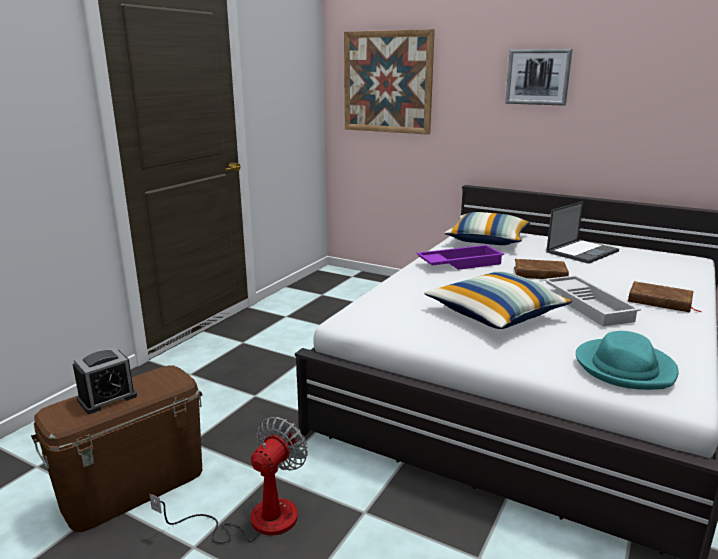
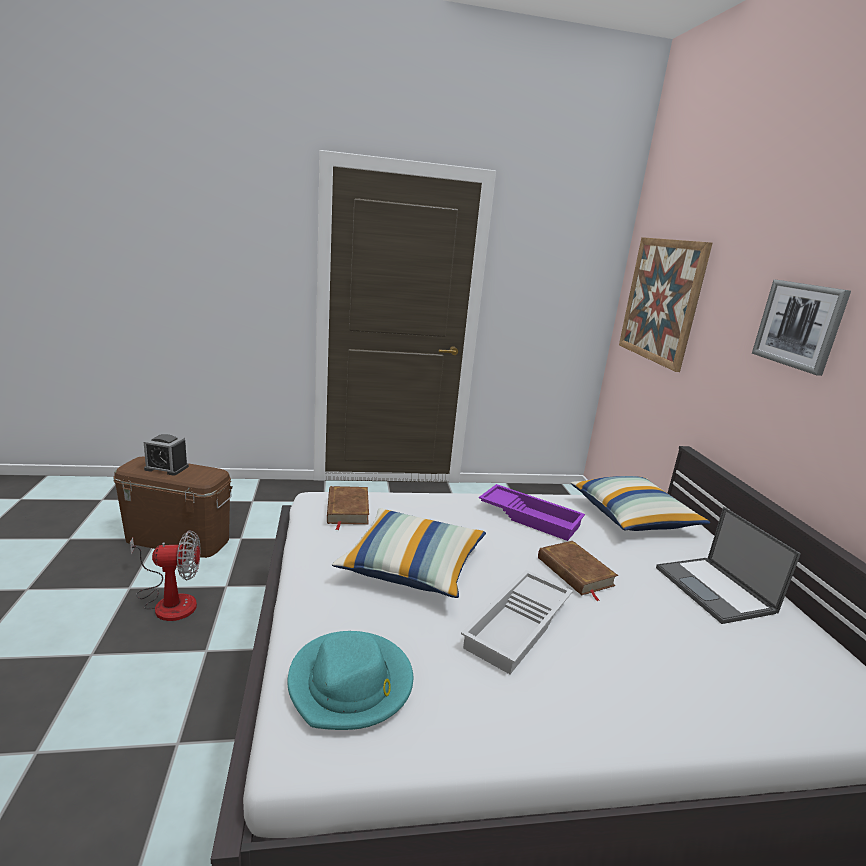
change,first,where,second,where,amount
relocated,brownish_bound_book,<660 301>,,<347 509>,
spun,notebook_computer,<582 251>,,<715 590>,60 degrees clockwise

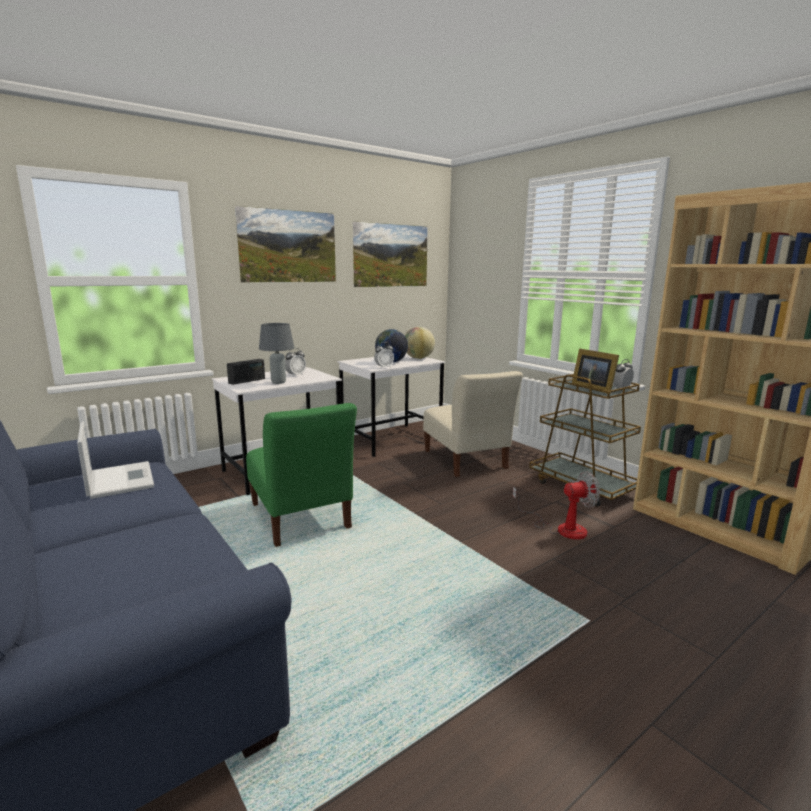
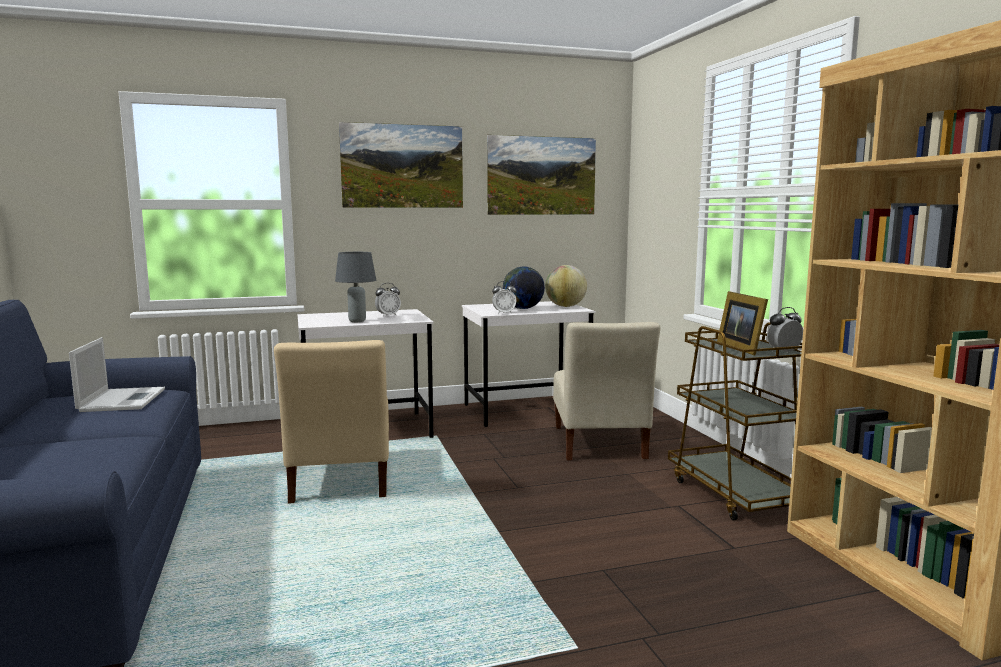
change,first,where,second,where,amount
missing,radio,<247 381>,,,
missing,fan,<561 528>,,,
colour,green-coloured_plain_chair,<300 518>,beige-coloured_plain_chair,<340 480>,

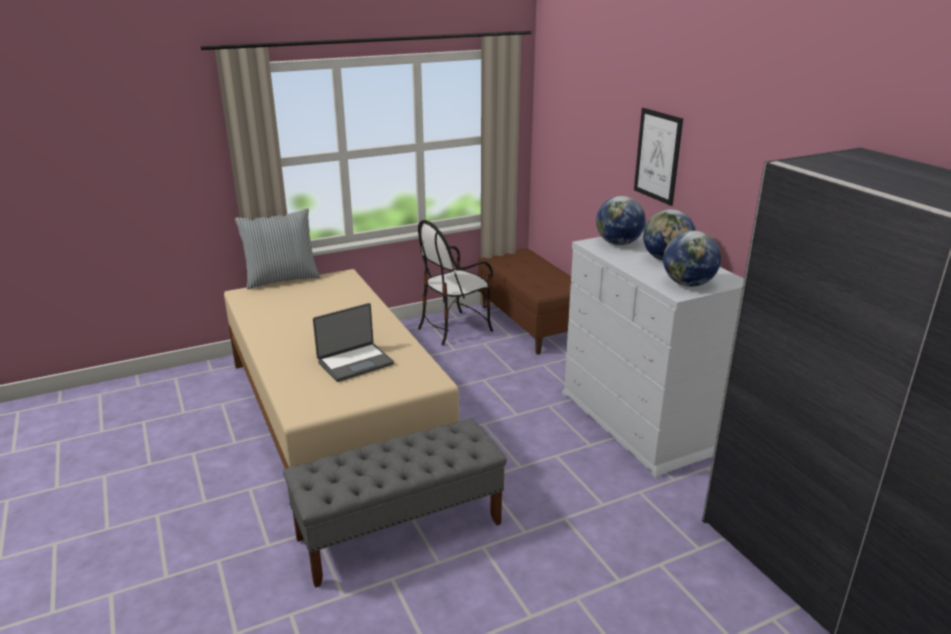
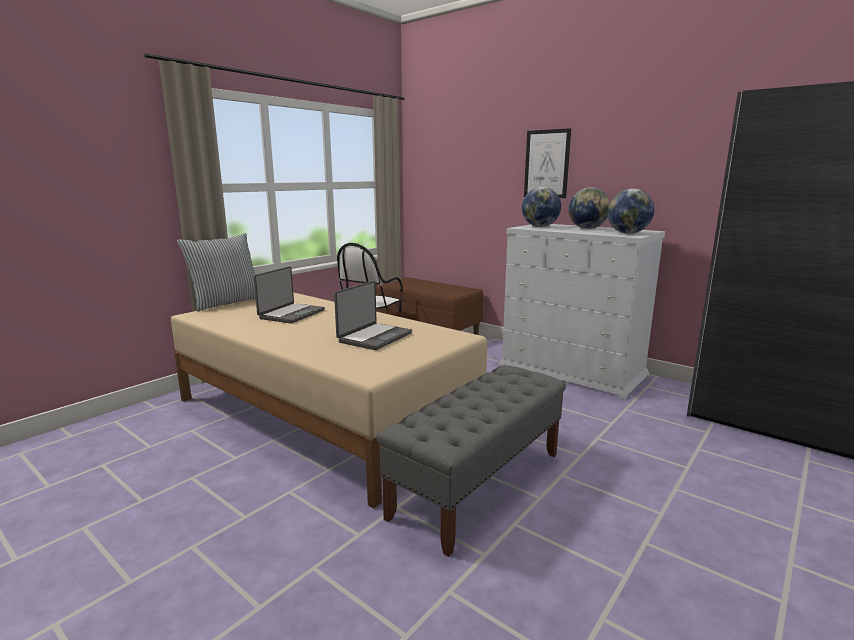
change,first,where,second,where,amount
appeared,,,notebook_computer,<291 314>,

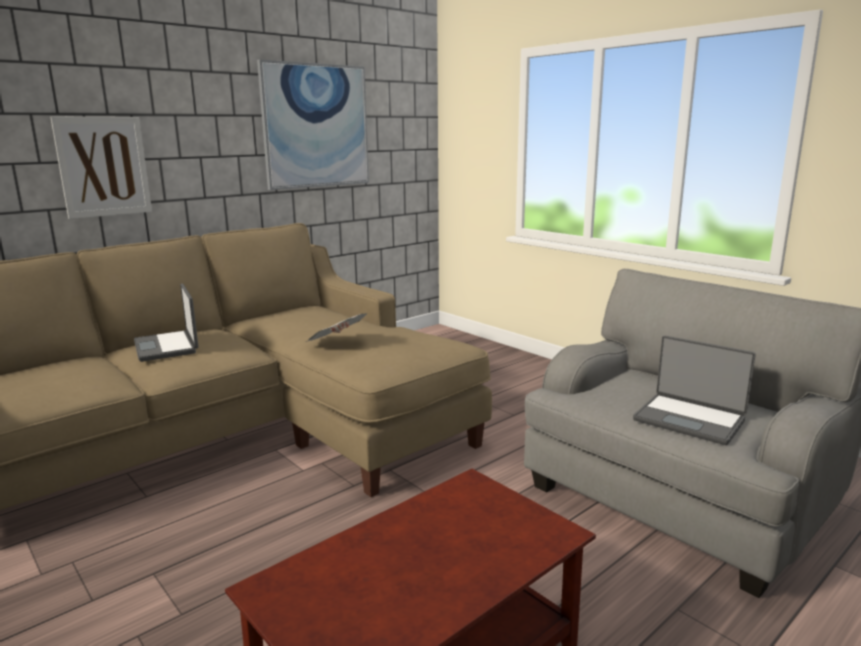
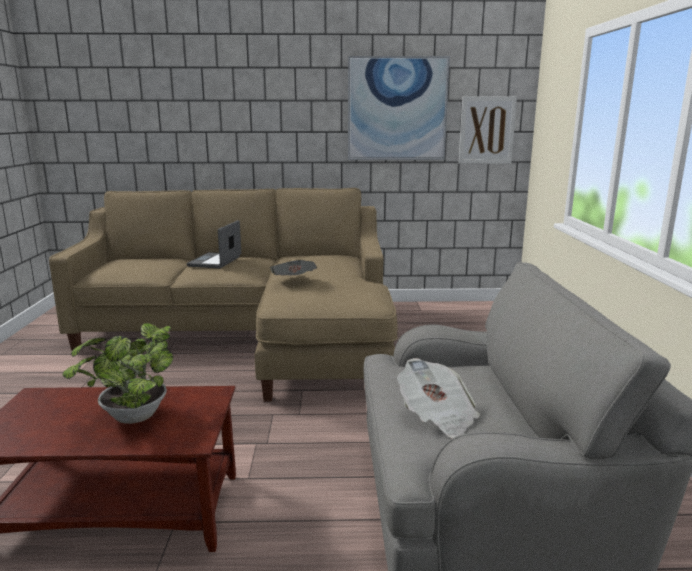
change,first,where,second,where,amount
appeared,,,potted_plant,<131 418>,
relocated,wall_picture,<103 167>,,<486 130>,
exchanged,notebook_computer,<689 419>,daily_paper,<437 417>,

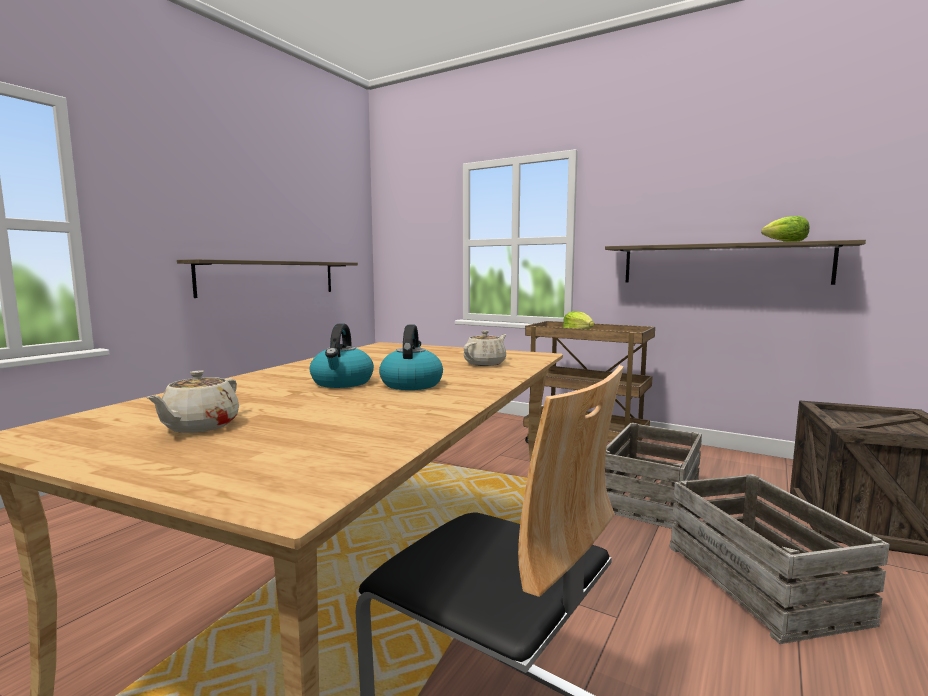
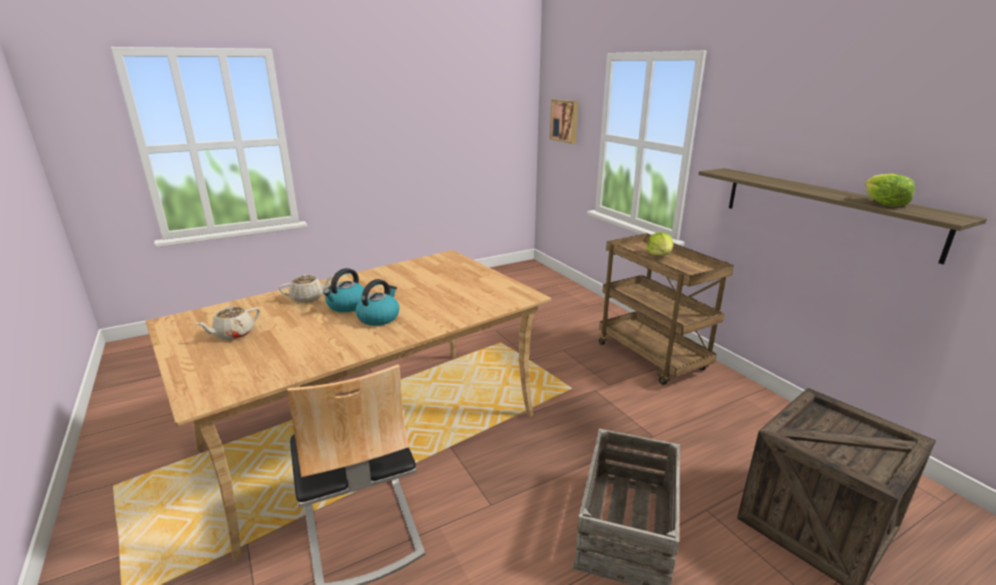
change,first,where,second,where,amount
missing,wall_shelf,<270 278>,,,
missing,crate,<649 496>,,,
appeared,,,wall_picture,<565 121>,
relocated,beige-coloured_tea_pot,<485 363>,,<308 298>,

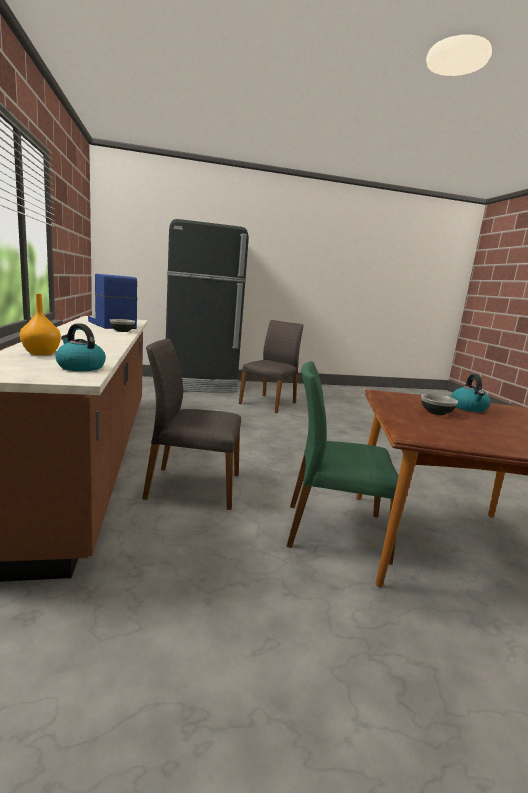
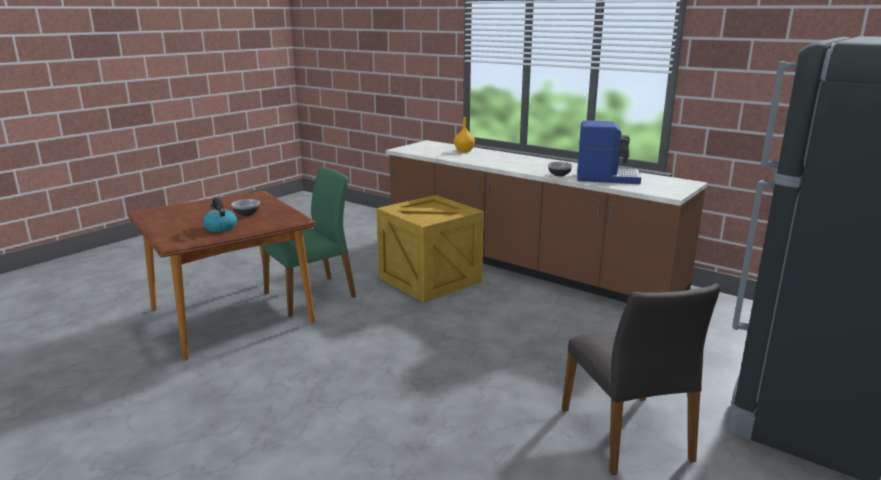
change,first,where,second,where,amount
missing,water_kettle,<80 367>,,,
exchanged,grey_plain_chair,<192 486>,crate,<431 280>,

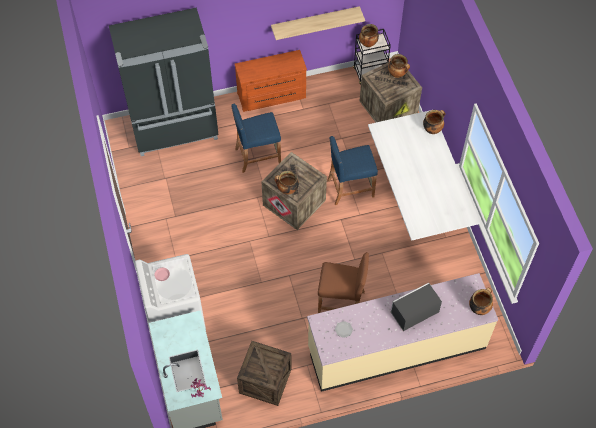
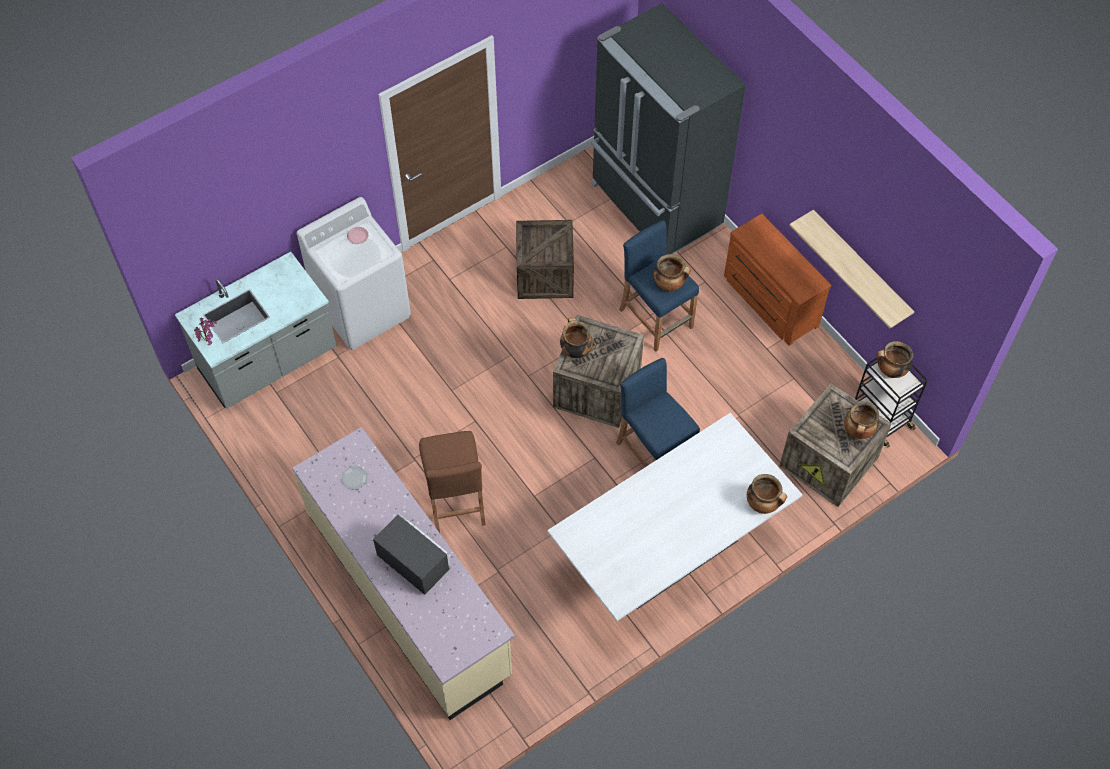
change,first,where,second,where,amount
relocated,crate,<265 381>,,<545 275>,
relocated,cooking_pot,<479 308>,,<669 284>,

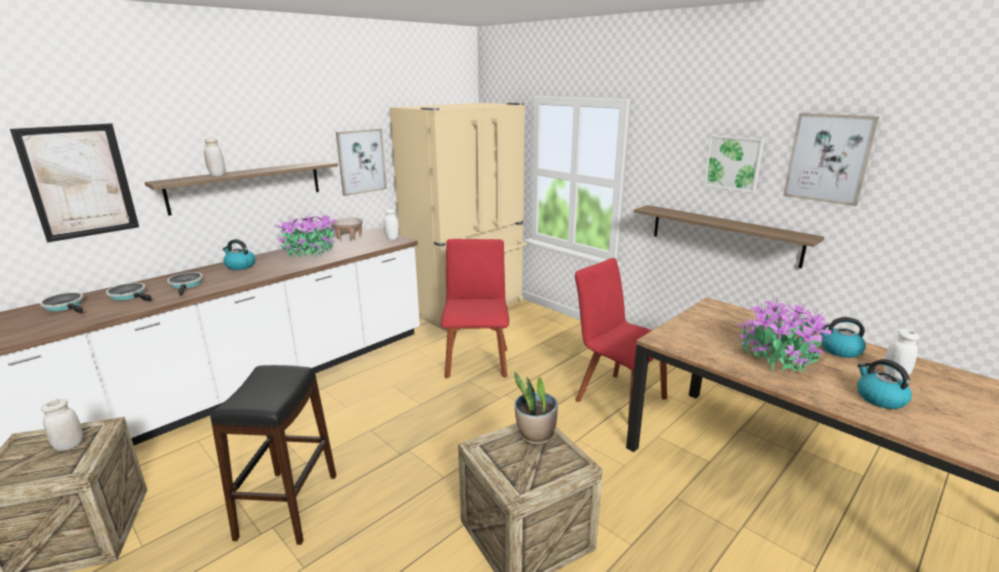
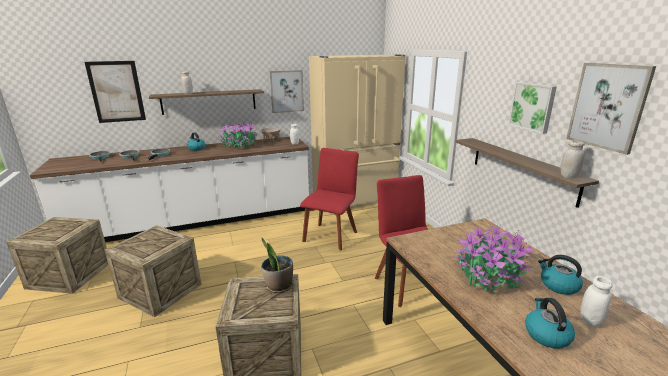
change,first,where,second,where,amount
relocated,white_storage_jar,<69 445>,,<569 176>,
exchanged,black-coloured_stool,<288 505>,crate,<160 291>,

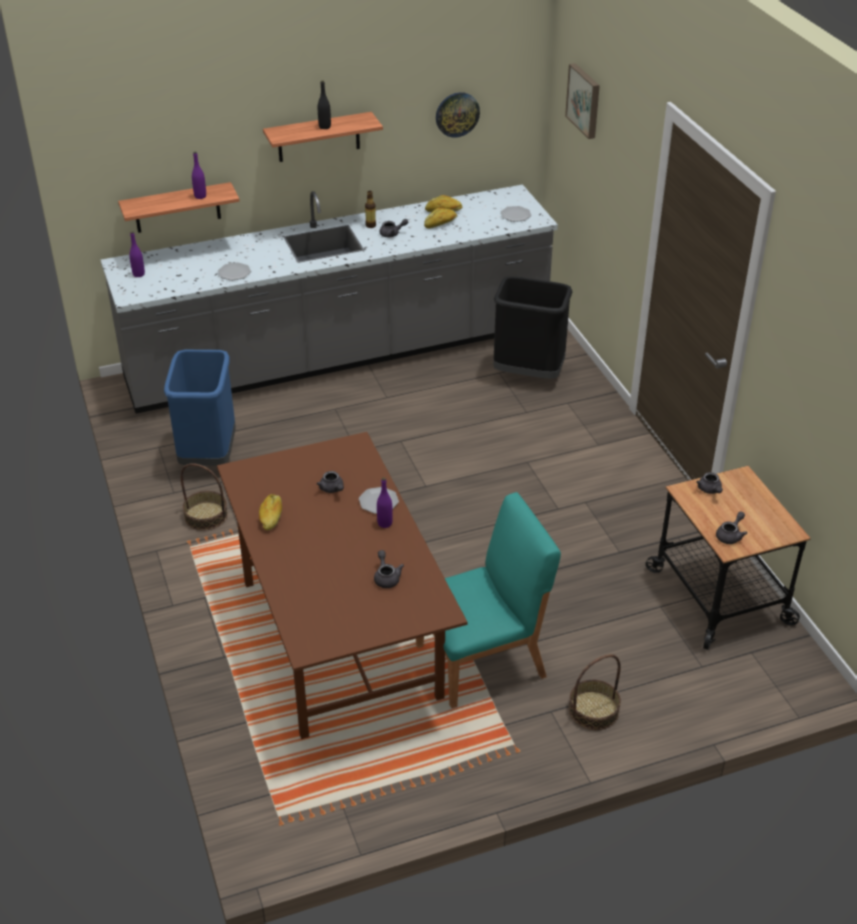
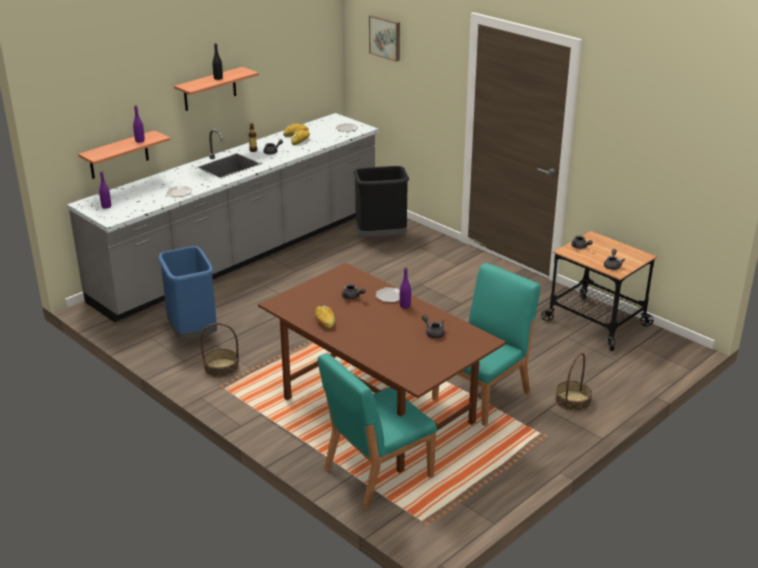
change,first,where,second,where,amount
missing,hanging_clock,<457 114>,,,
appeared,,,turquoise_plain_chair,<376 473>,

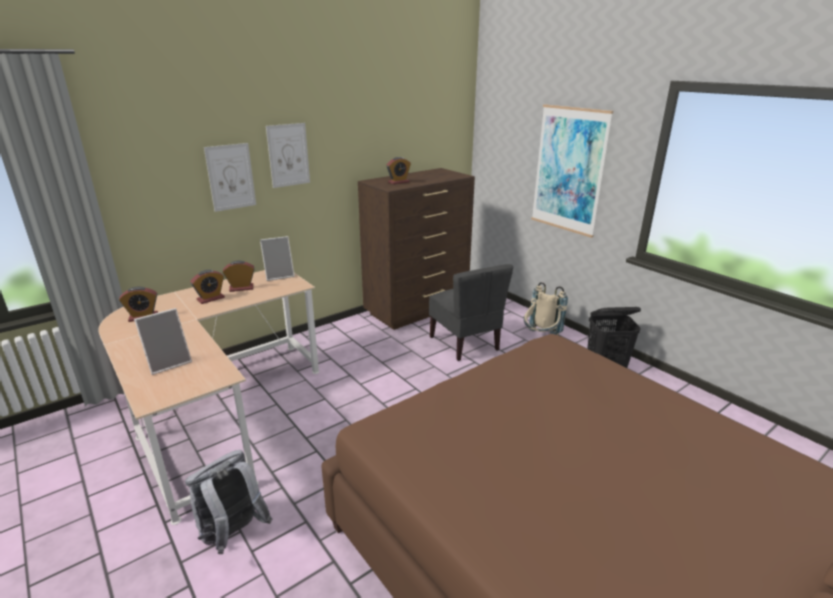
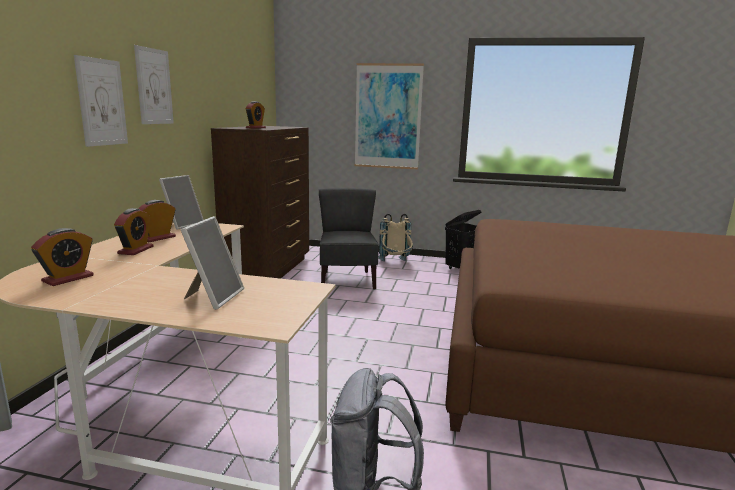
change,first,where,second,where,amount
spun,grey_plain_chair,<465 343>,,<347 280>,120 degrees counterclockwise

